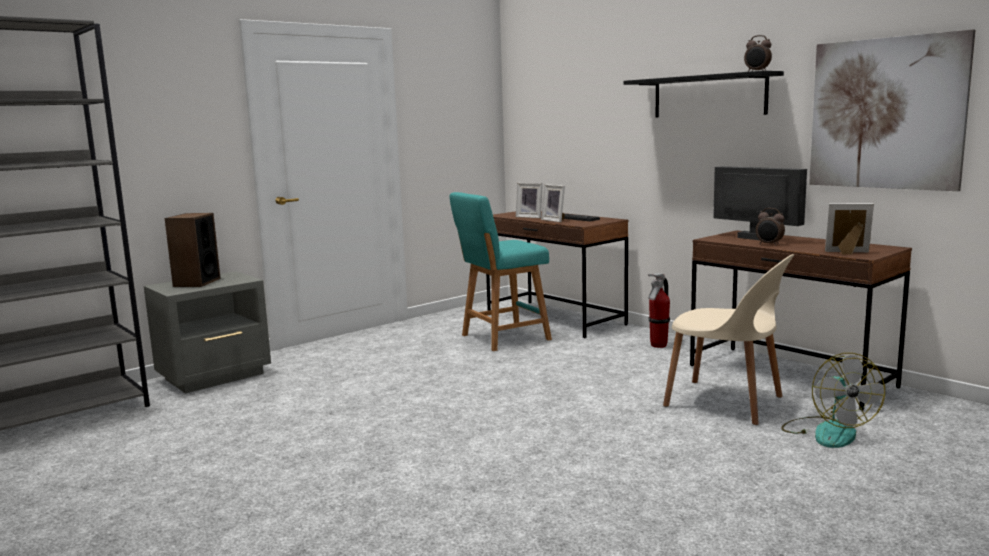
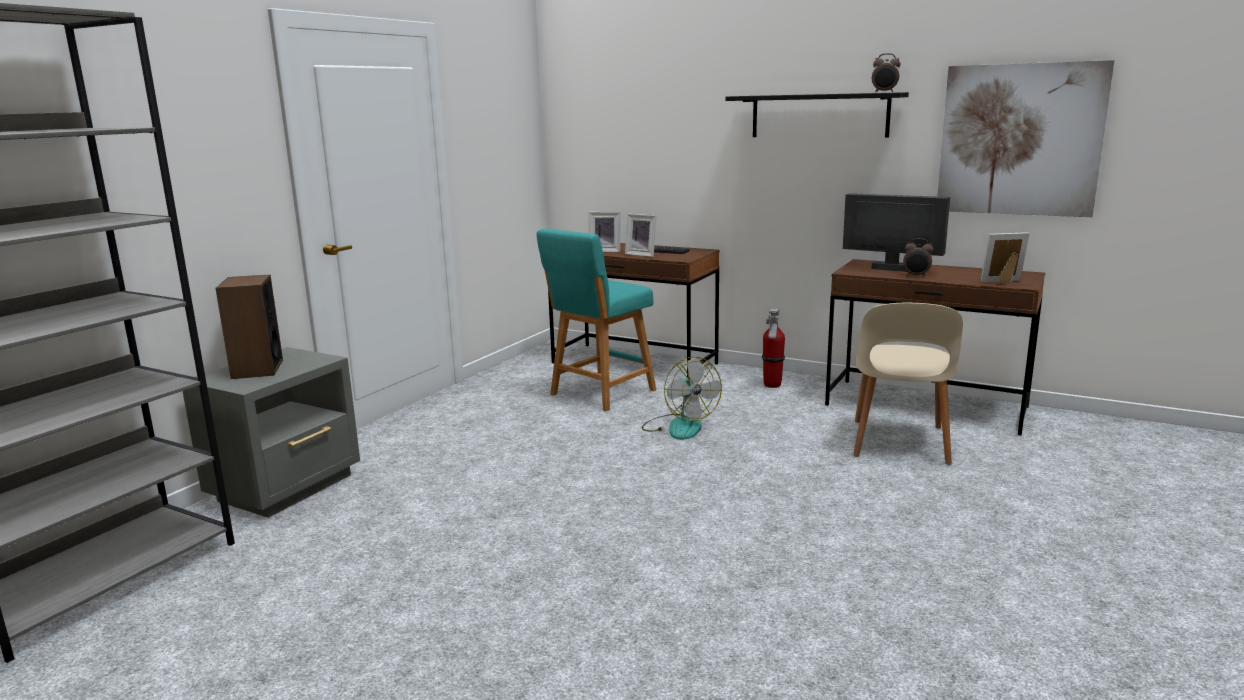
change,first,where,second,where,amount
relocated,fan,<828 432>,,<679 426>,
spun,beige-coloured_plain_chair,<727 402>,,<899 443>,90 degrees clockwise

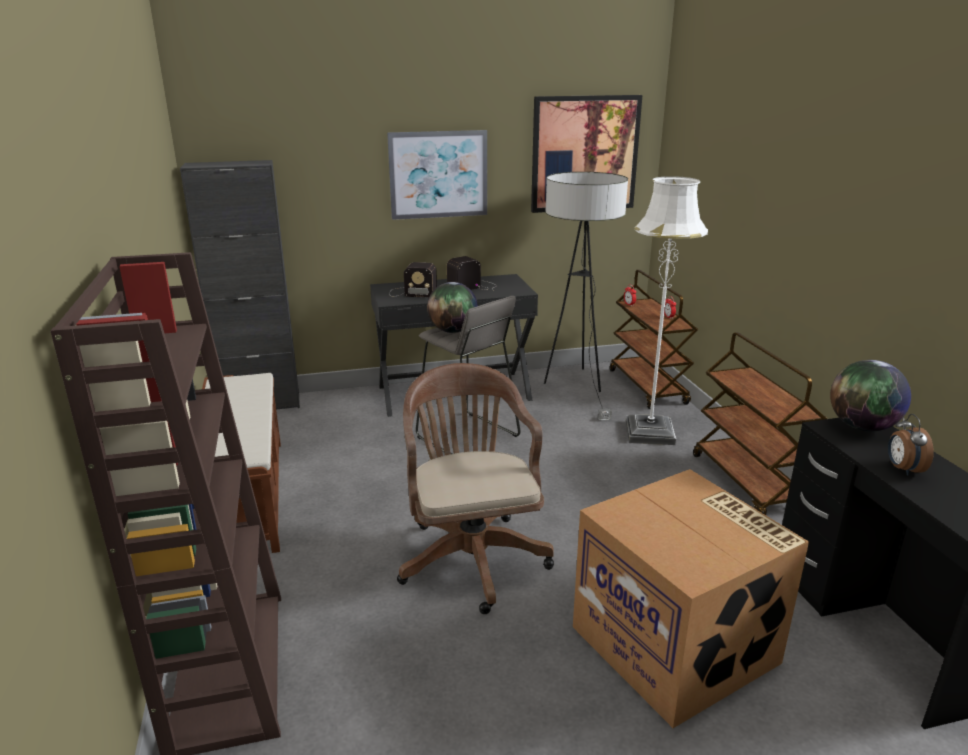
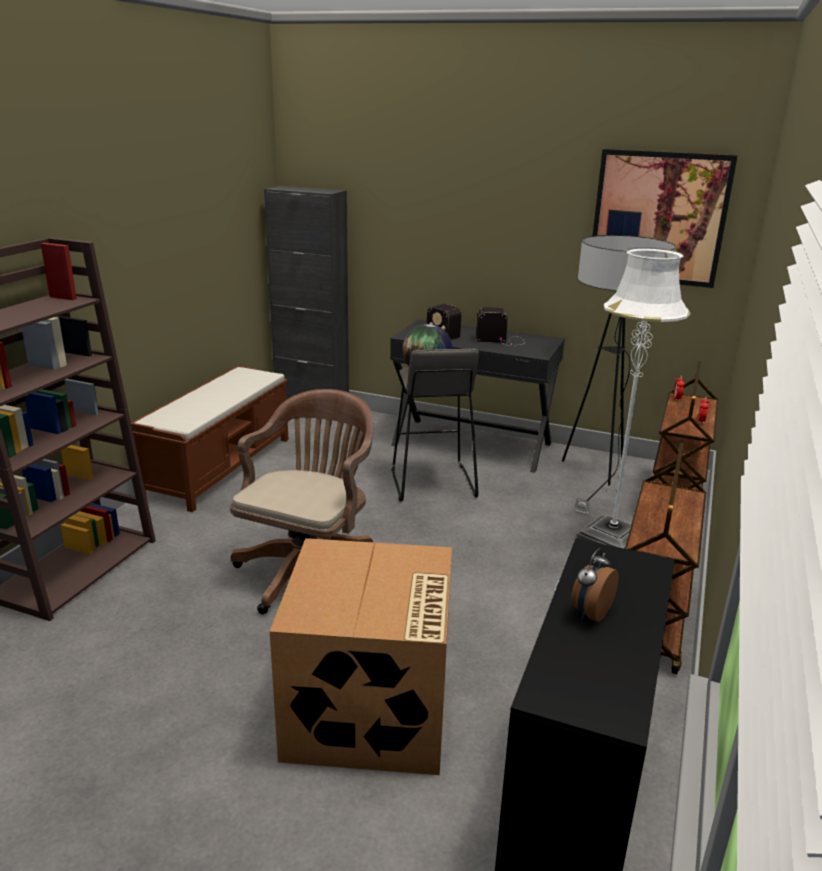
change,first,where,second,where,amount
missing,wall_picture,<438 174>,,,
missing,world_globe,<862 427>,,,

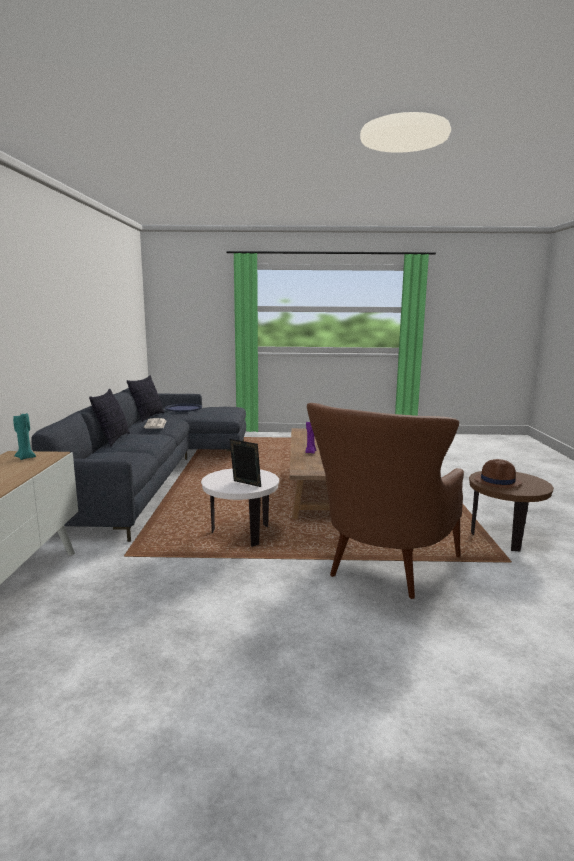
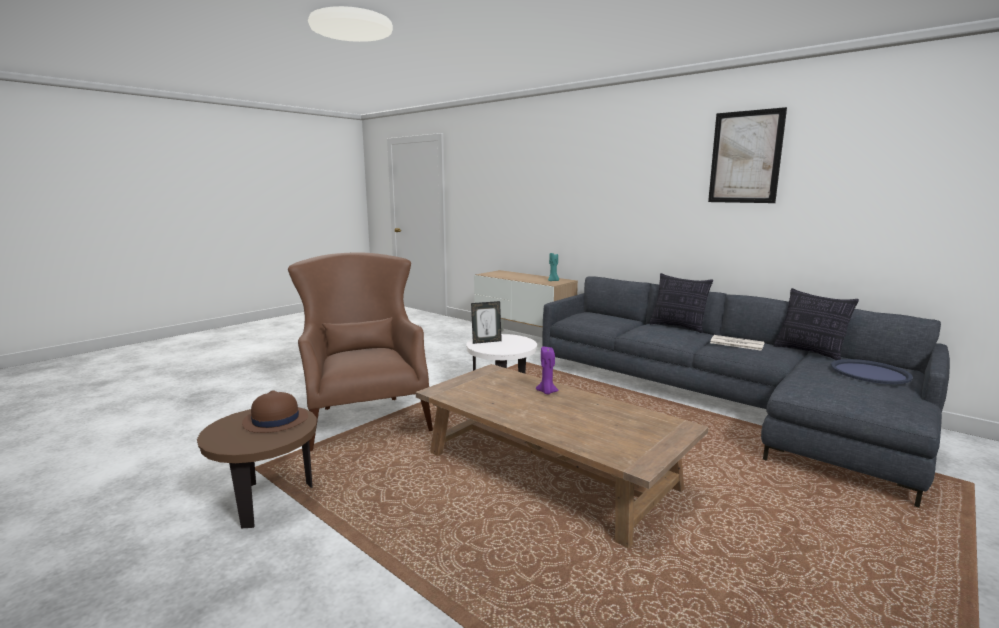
change,first,where,second,where,amount
appeared,,,wall_picture,<745 157>,

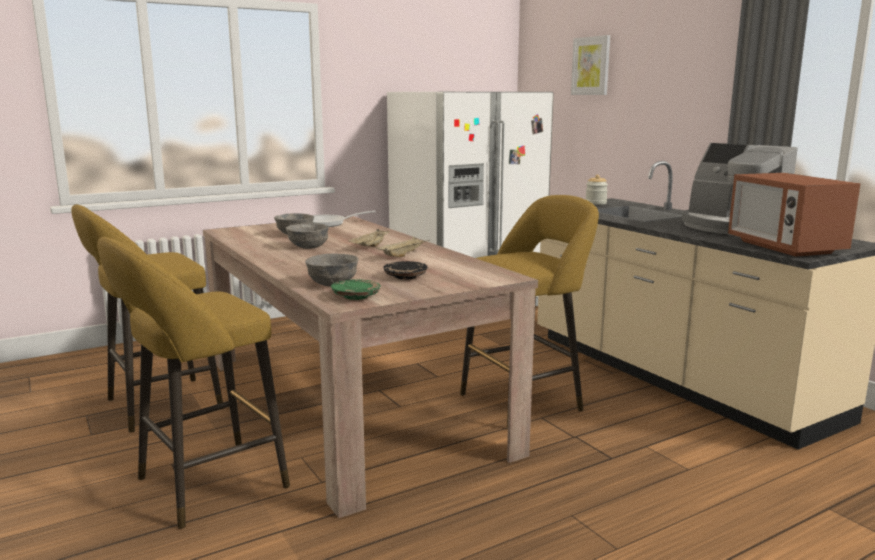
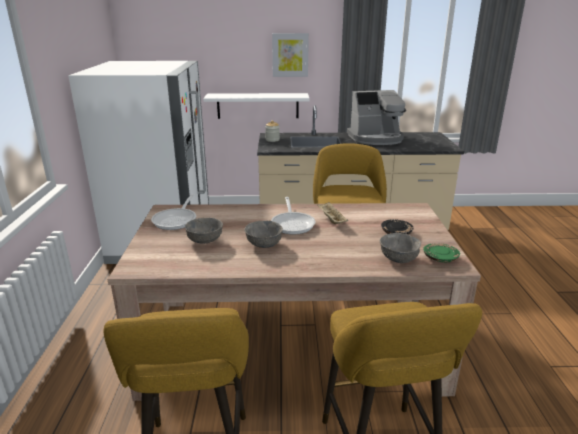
change,first,where,second,where,amount
missing,microwave,<784 247>,,,
appeared,,,white_wall_shelf,<257 105>,
relocated,wall_picture,<591 66>,,<290 55>,
exchanged,beige-coloured_tray,<370 247>,pan,<292 224>,

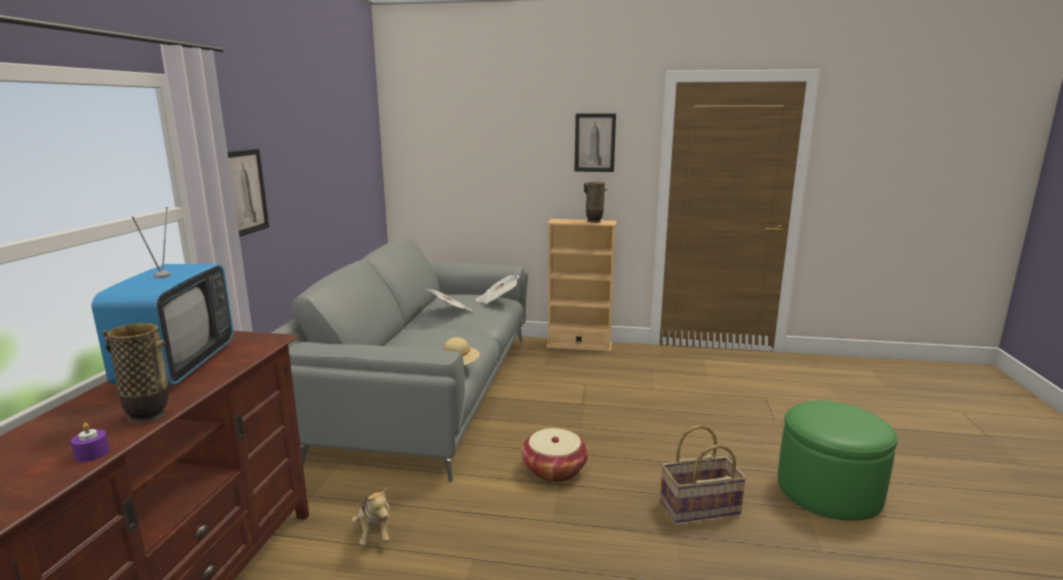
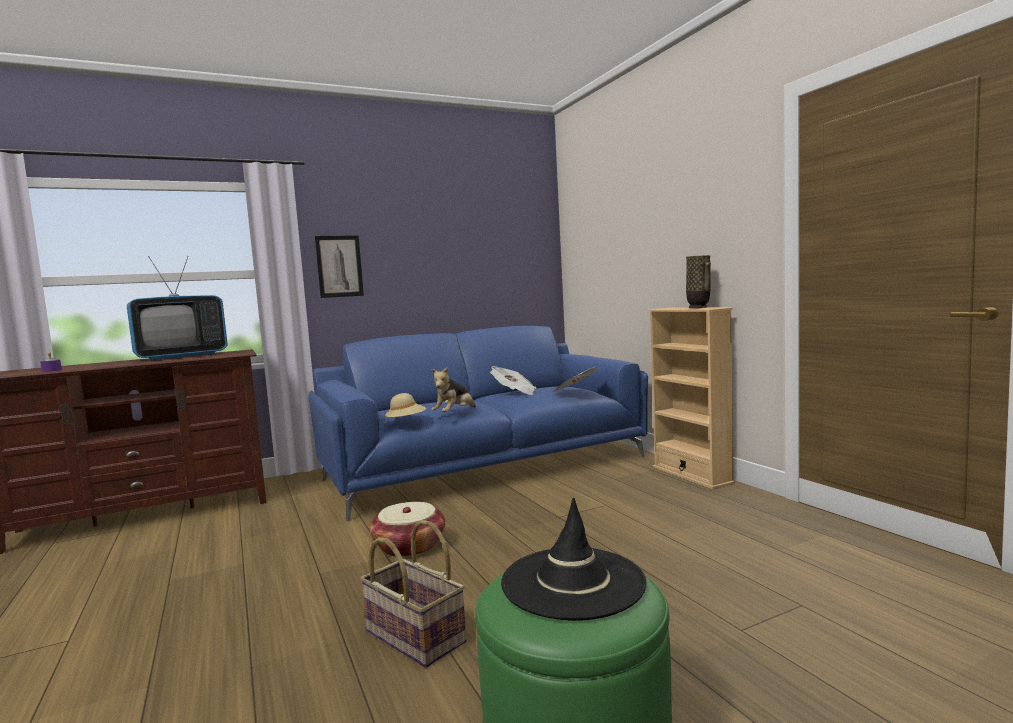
change,first,where,second,where,amount
missing,flower_vase,<148 416>,,,
missing,wall_picture,<595 142>,,,
appeared,,,black-coloured_hat,<572 582>,
relocated,soft_toy,<375 532>,,<454 414>,
colour,grey_couch,<428 389>,blue_couch,<484 466>,

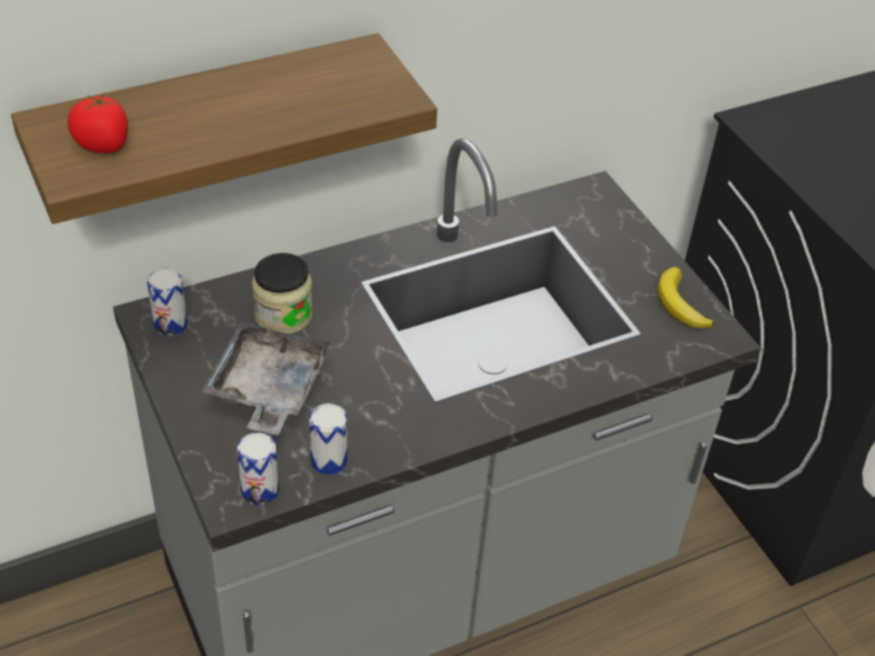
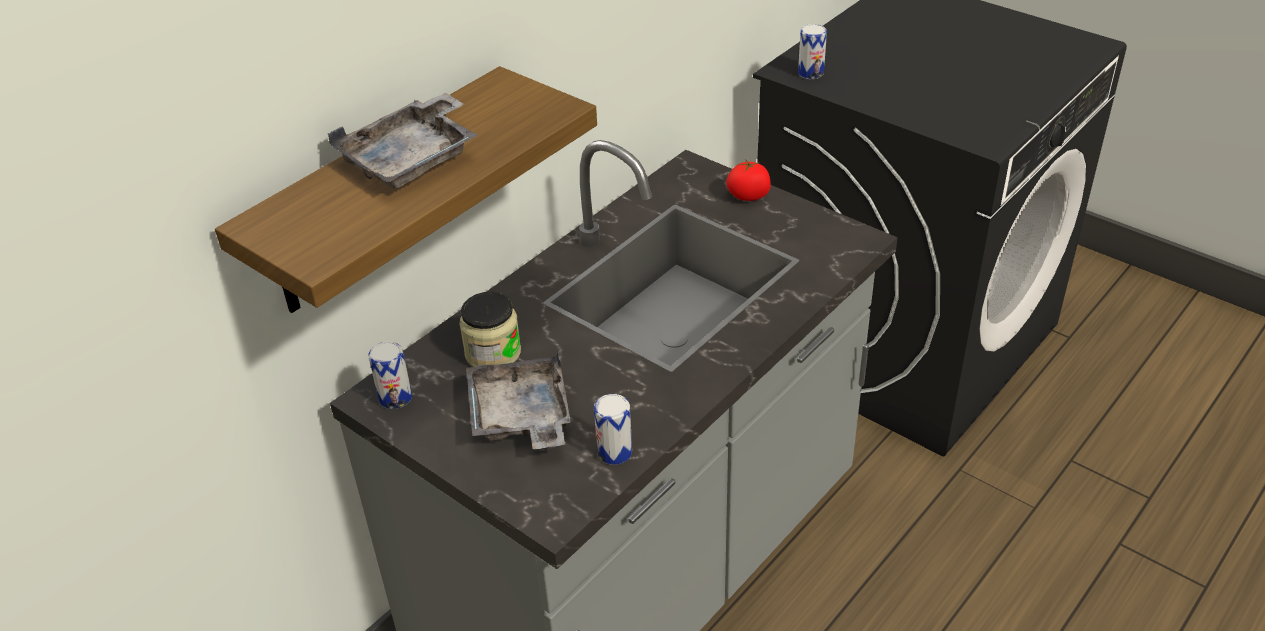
change,first,where,second,where,amount
missing,banana_fruit,<680 304>,,,
appeared,,,grey_tray,<412 159>,
relocated,tomato,<103 144>,,<748 195>,
relocated,can,<260 491>,,<810 73>,

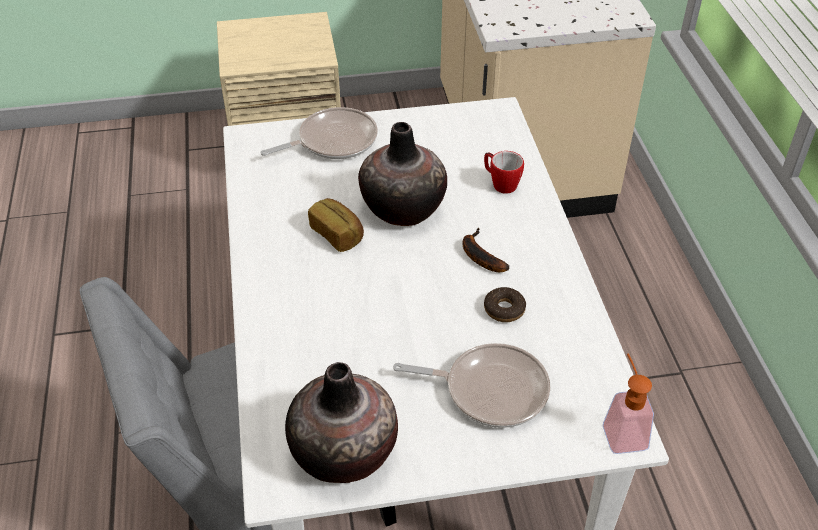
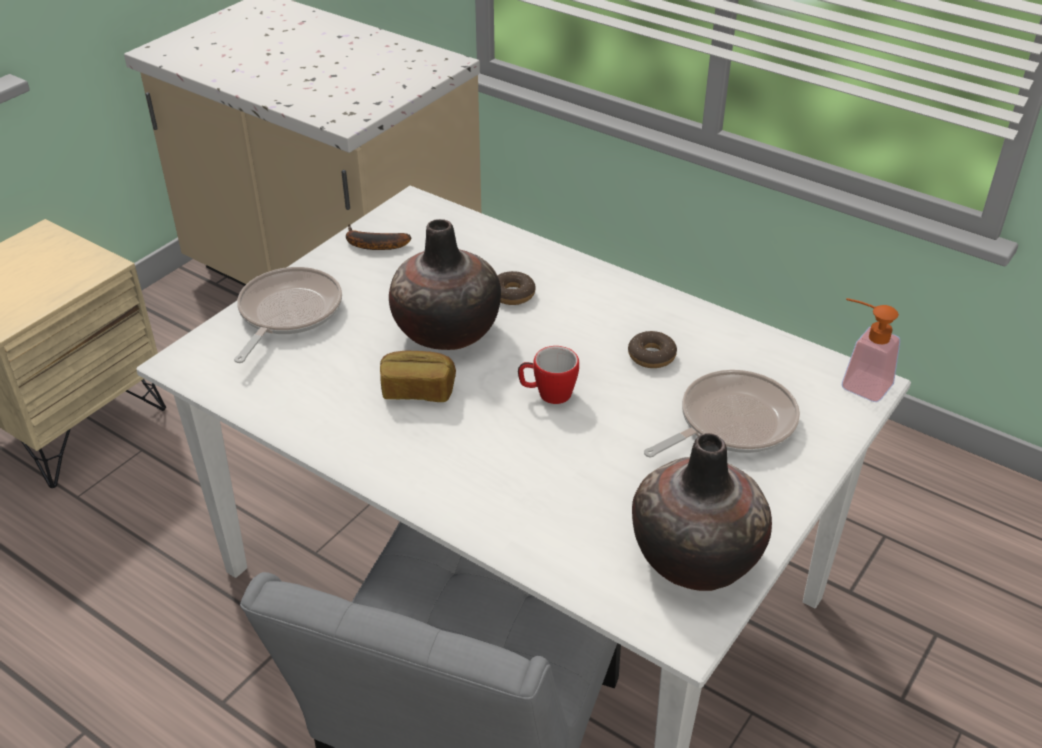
change,first,where,second,where,amount
appeared,,,doughnut,<512 294>,
relocated,banana_fruit,<479 256>,,<371 245>,
relocated,coffee_mug,<500 184>,,<547 394>,

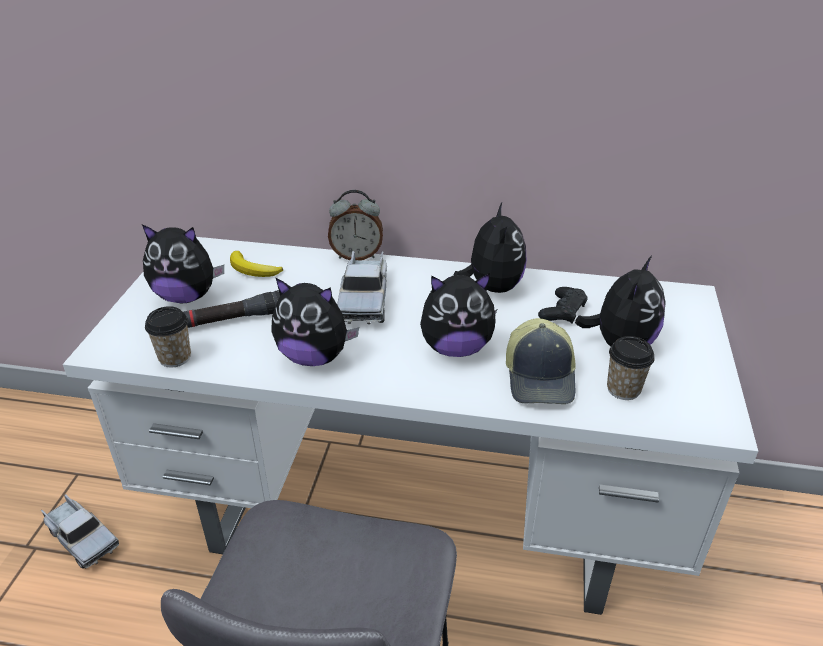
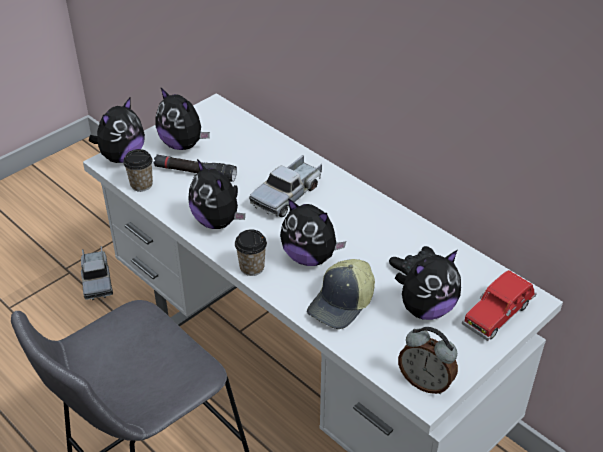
change,first,where,second,where,amount
missing,banana_fruit,<253 269>,,,
appeared,,,red-coloured_miniature_car,<498 314>,
relocated,bedside_clock,<356 256>,,<425 382>,
relocated,soft_toy,<491 287>,,<122 157>,
relocated,cup,<623 389>,,<252 267>,

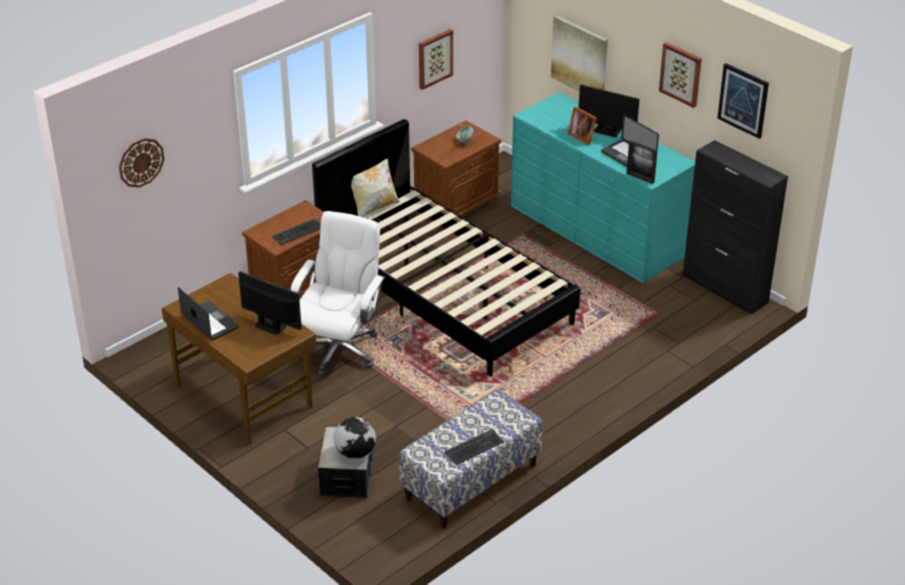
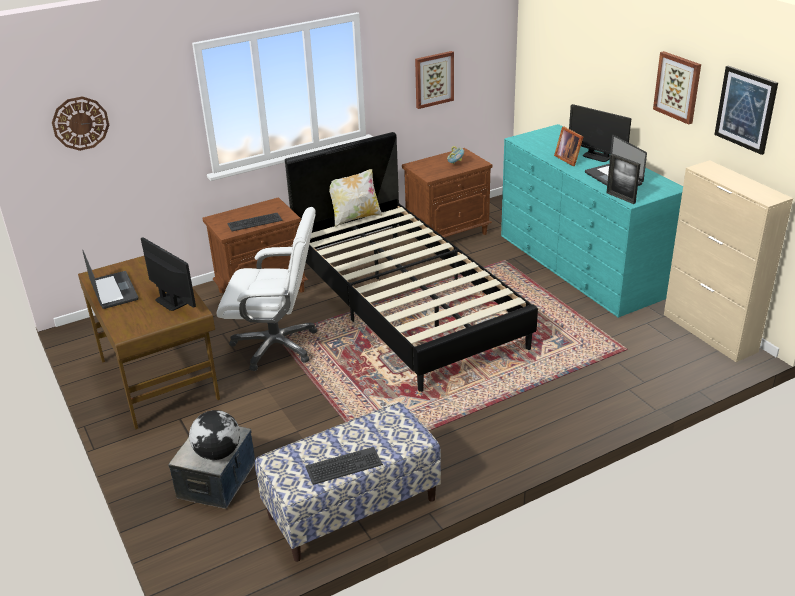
change,first,where,second,where,amount
missing,wall_picture,<580 58>,,,
colour,black-coloured_cupboard,<725 289>,beige-coloured_cupboard,<709 333>,
spun,white_desk_chair,<339 349>,,<276 345>,60 degrees clockwise

